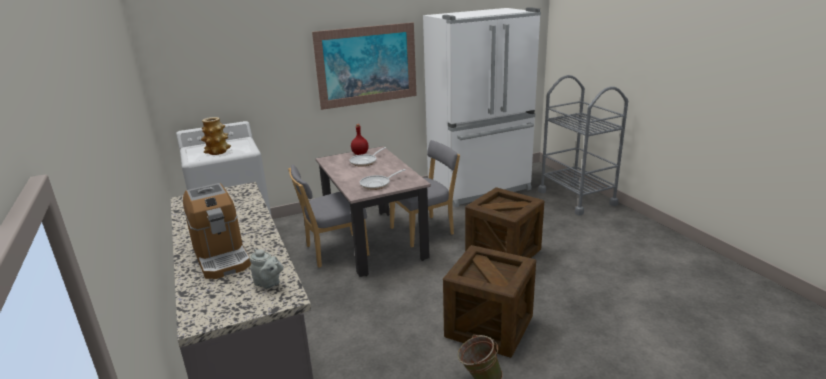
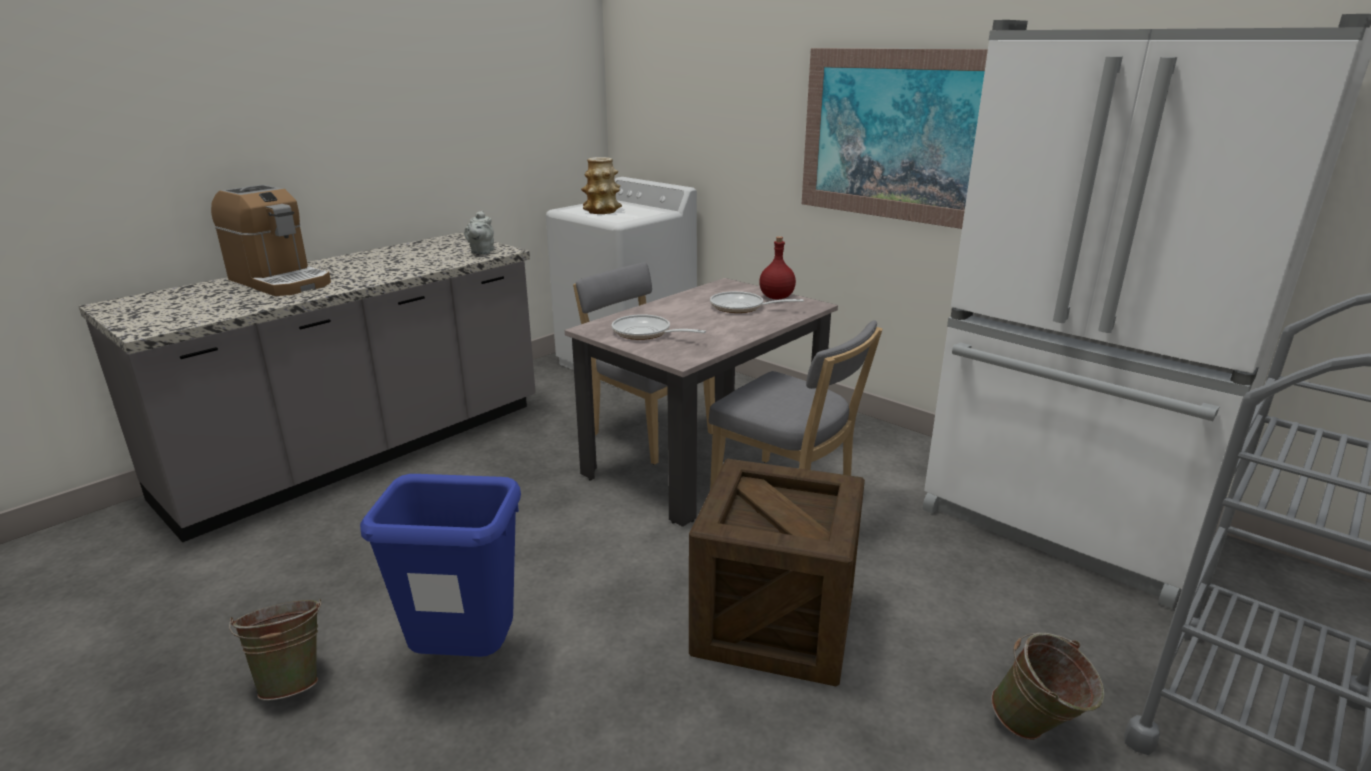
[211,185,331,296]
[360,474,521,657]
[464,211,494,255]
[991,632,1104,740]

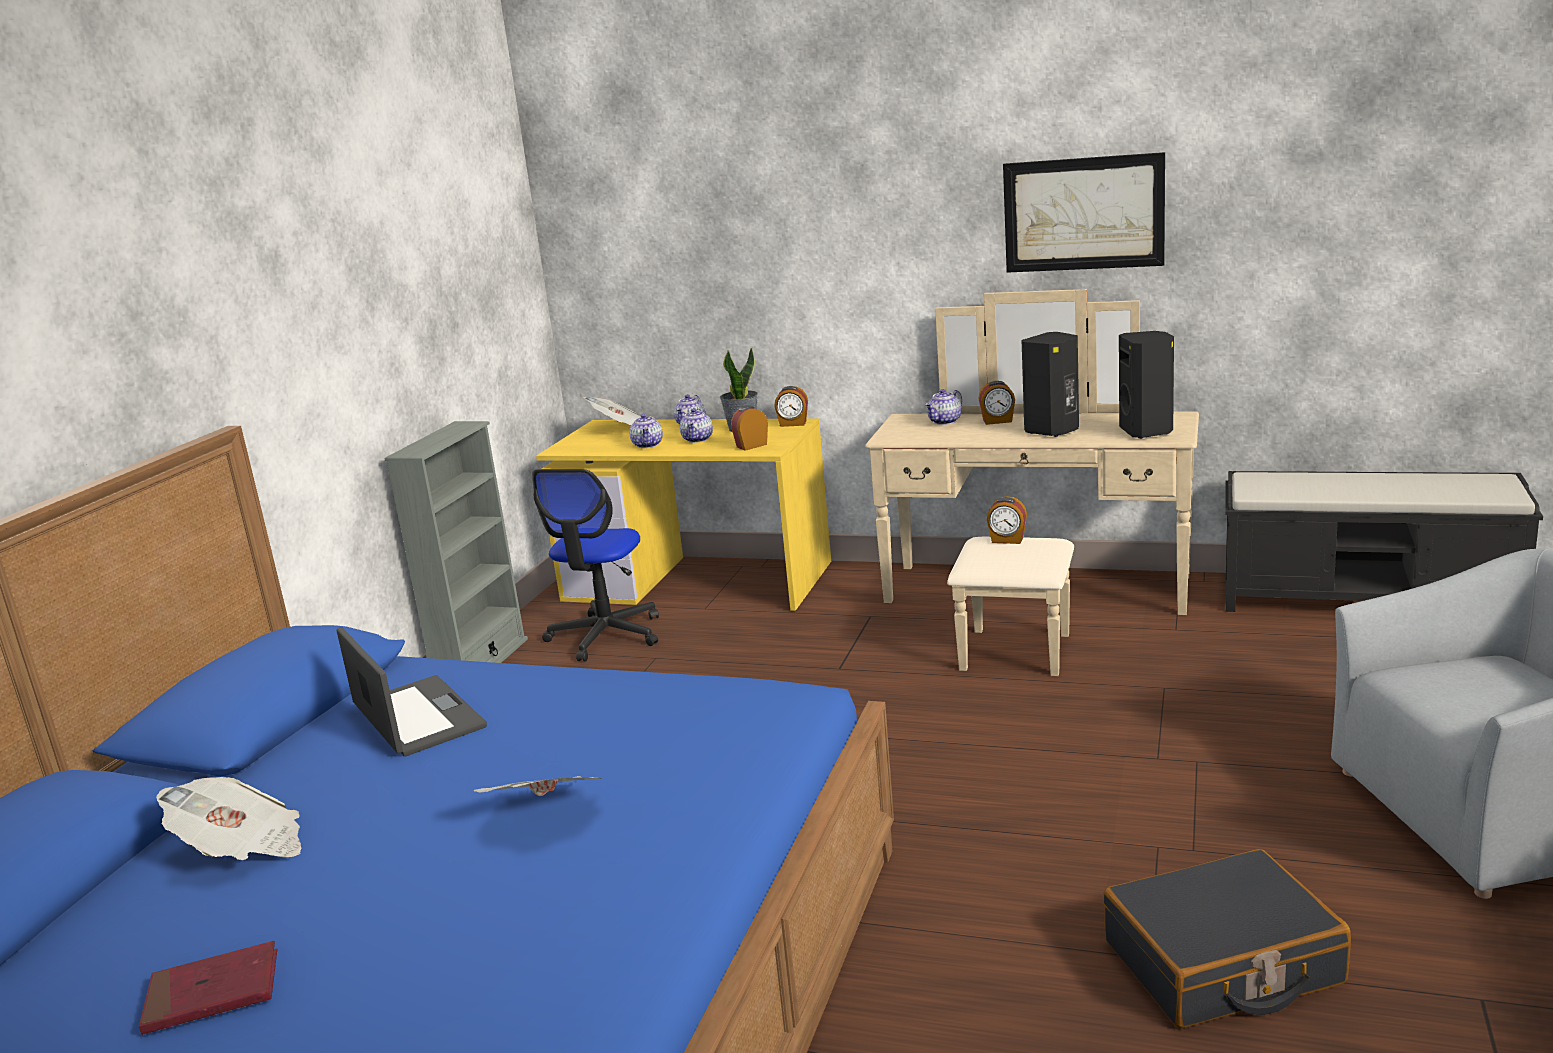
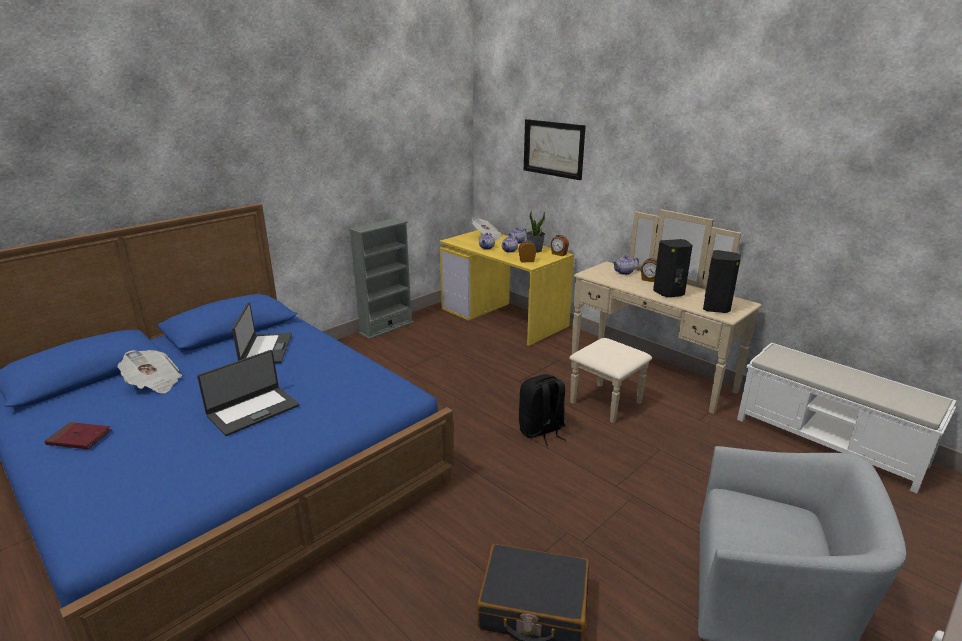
[197,350,299,436]
[519,374,566,446]
[524,119,586,180]
[737,343,956,493]
[532,469,659,661] (first image)
[987,496,1027,544] (first image)

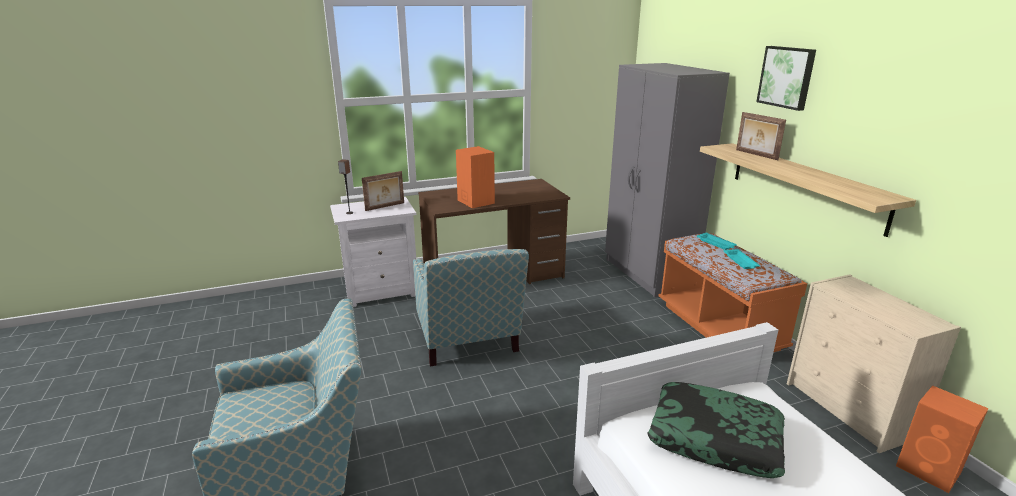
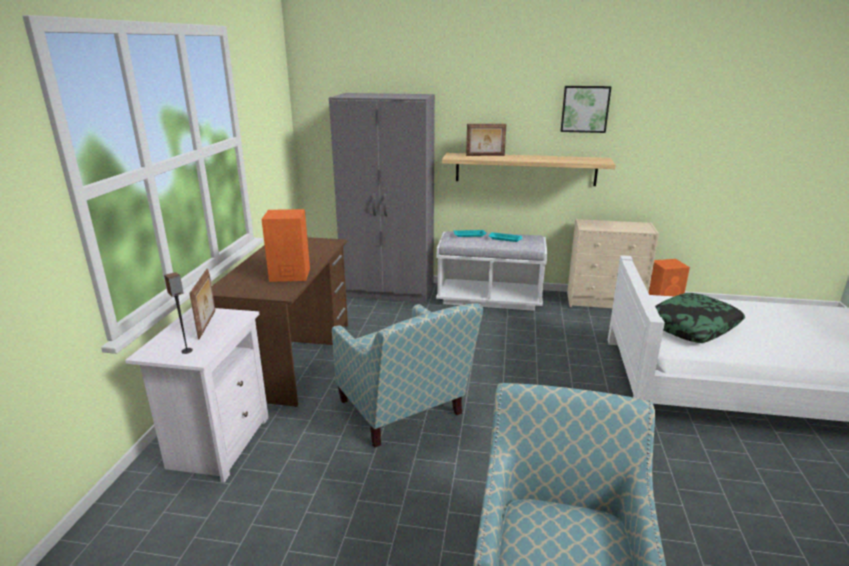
[332,303,483,448]
[436,231,547,311]
[561,86,611,133]

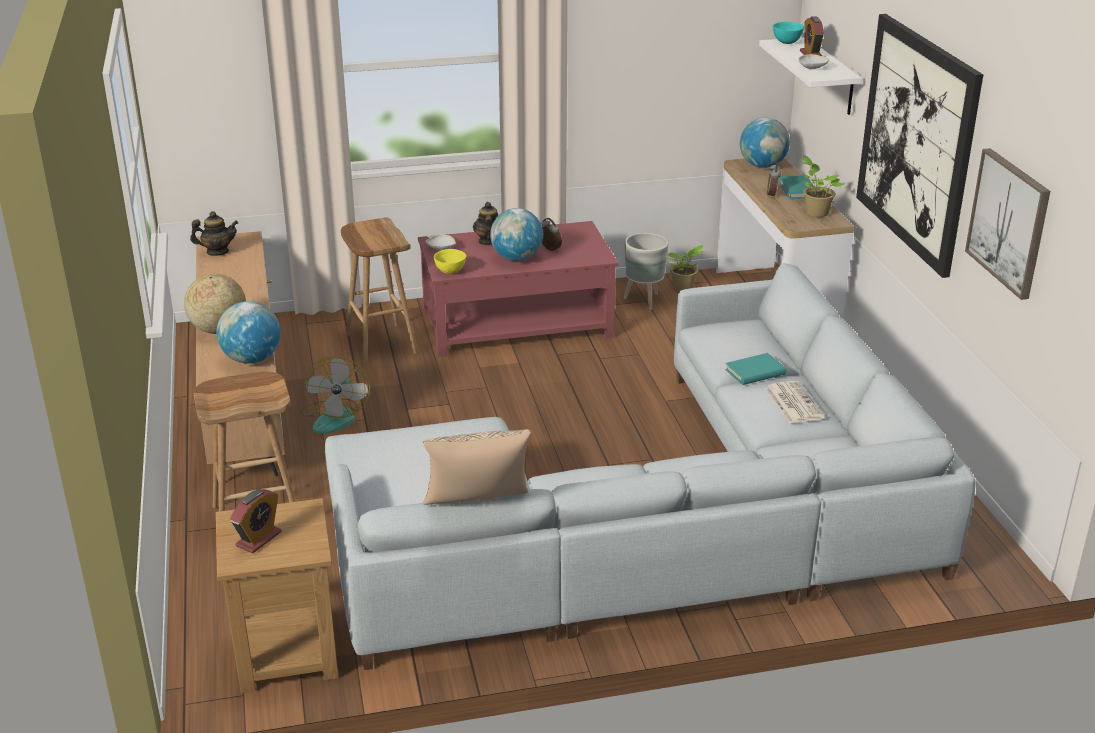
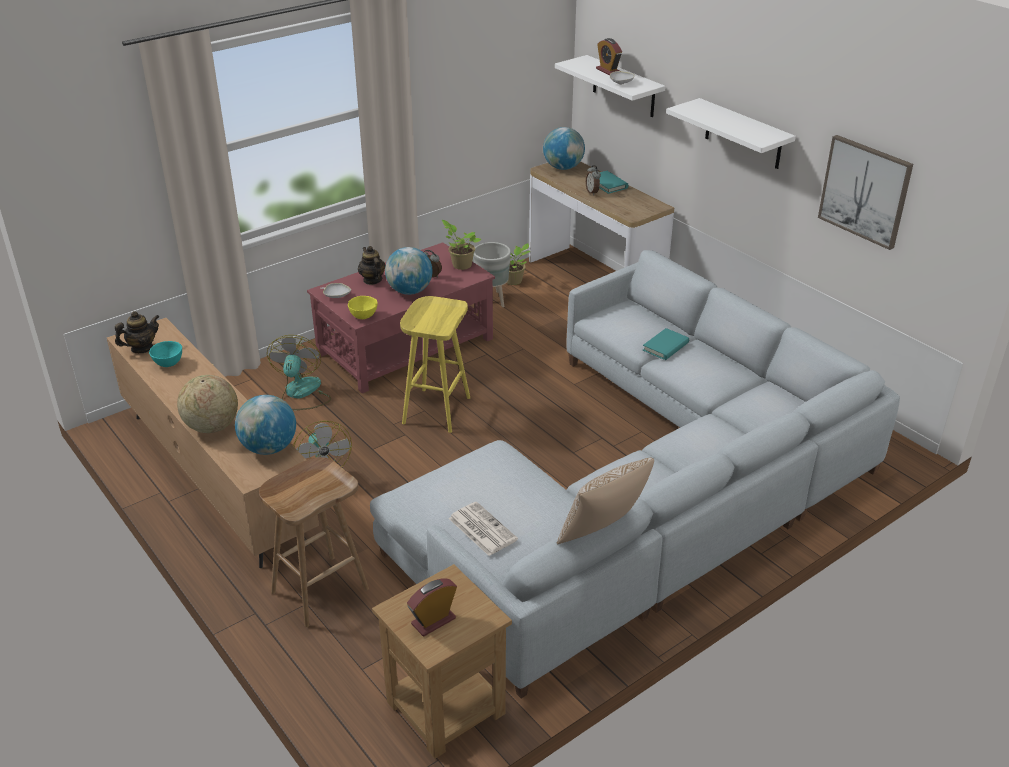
[149,341,182,367]
[267,335,331,410]
[400,296,470,433]
[407,579,457,636]
[442,220,481,270]
[449,502,518,556]
[666,98,796,169]

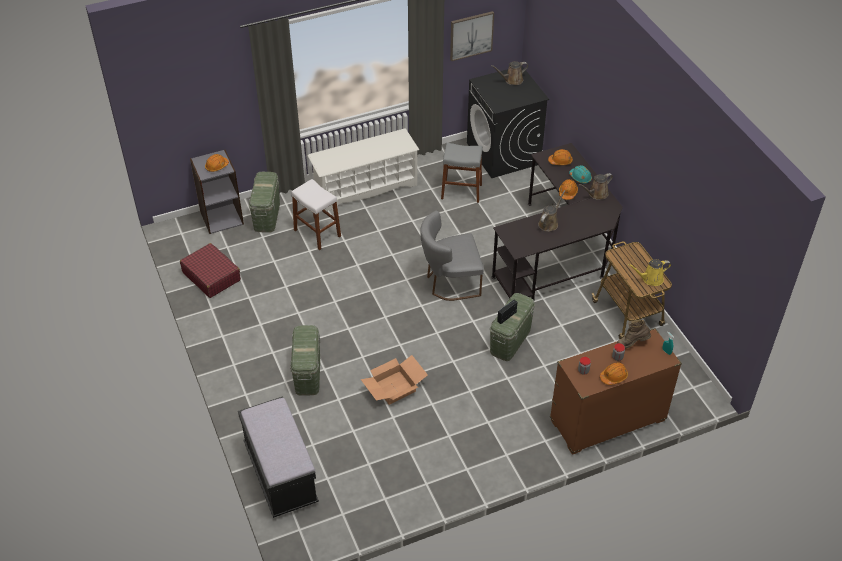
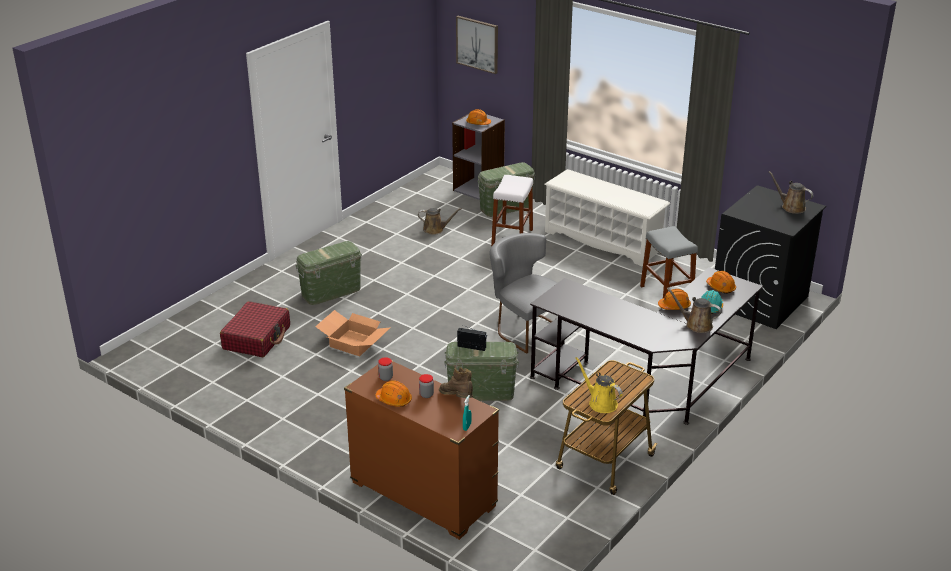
[220,301,290,357]
[418,208,462,235]
[456,16,498,74]
[238,396,319,518] (first image)

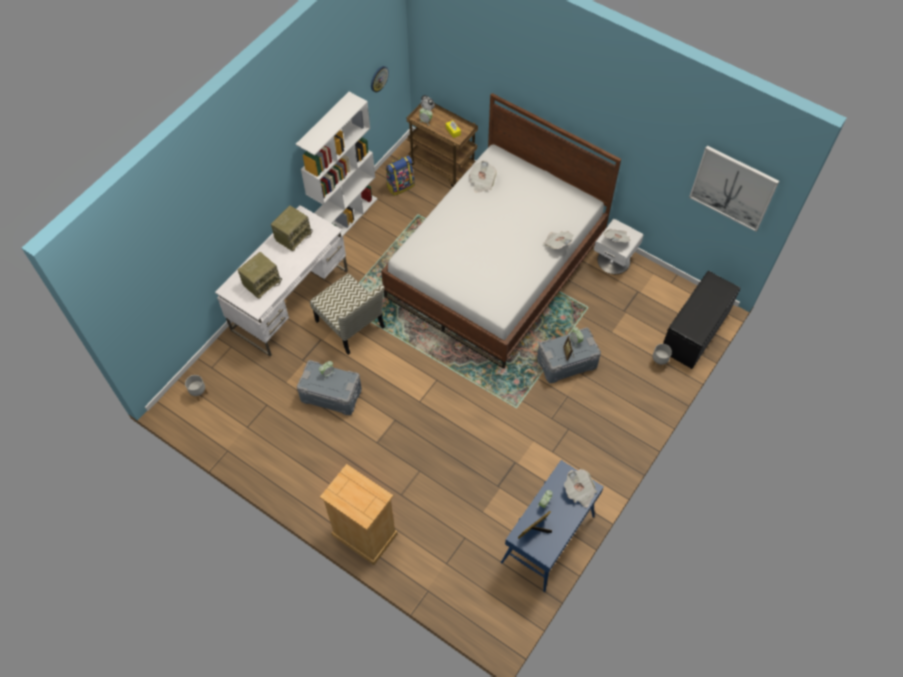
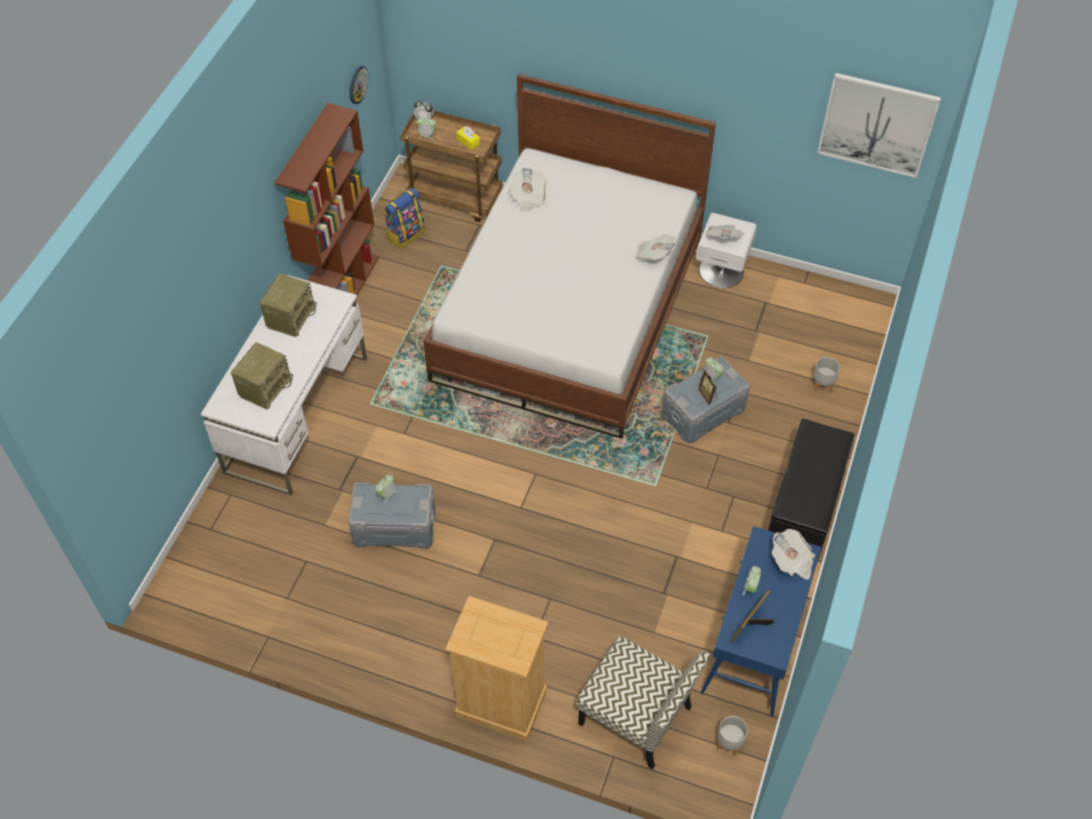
[275,103,379,295]
[576,636,709,770]
[717,716,748,756]
[768,419,855,562]

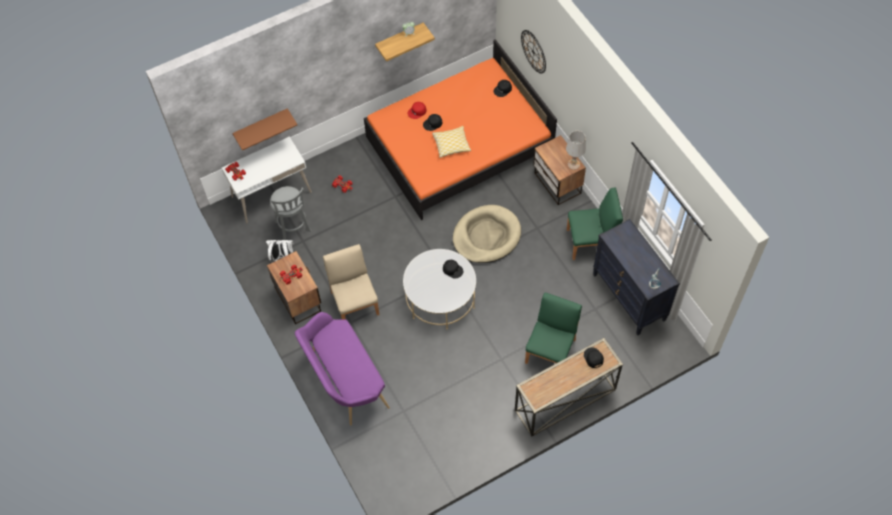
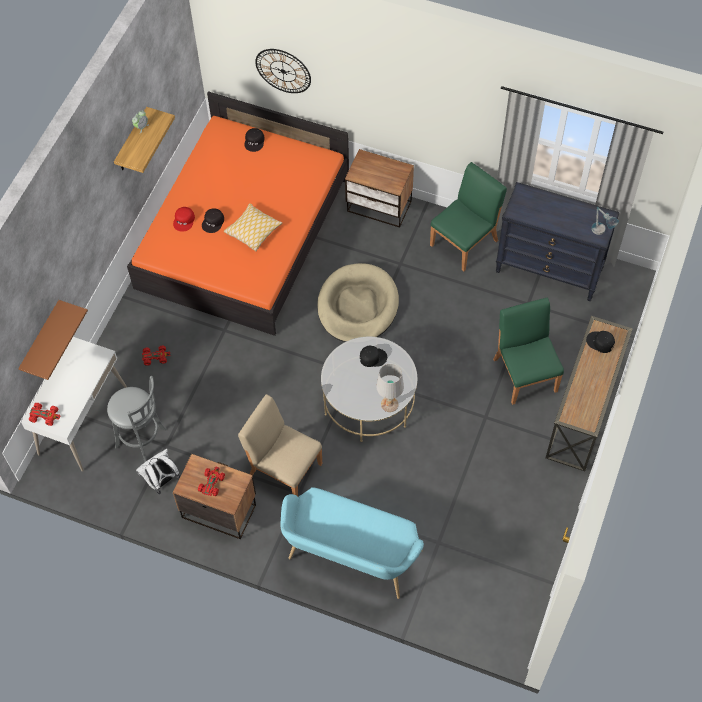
[281,487,424,599]
[376,363,404,412]

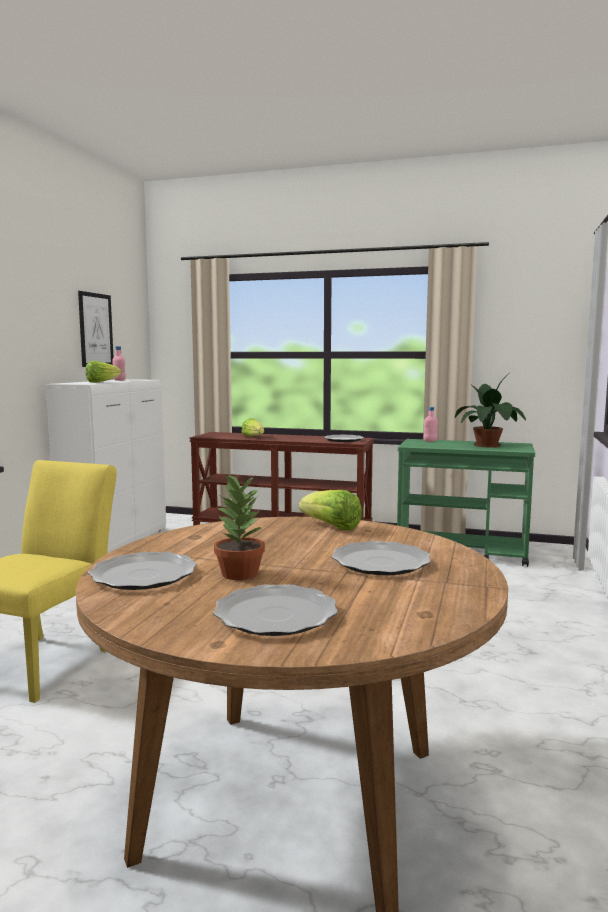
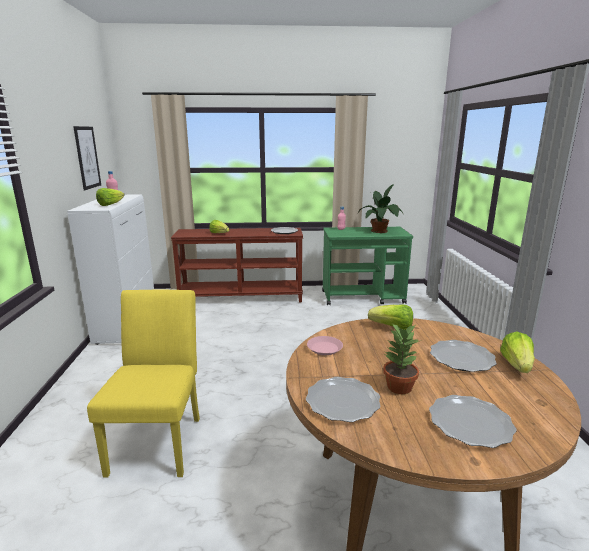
[307,336,343,355]
[500,332,535,373]

